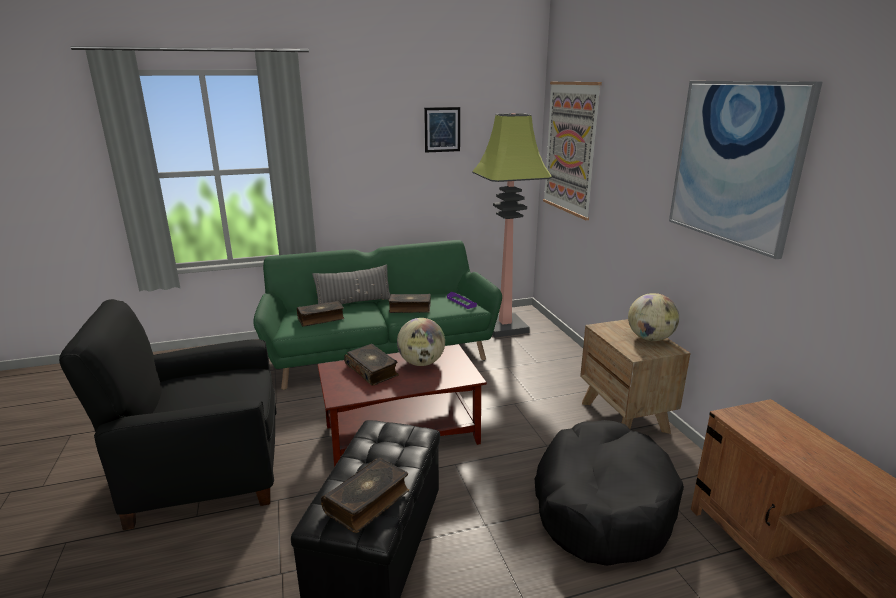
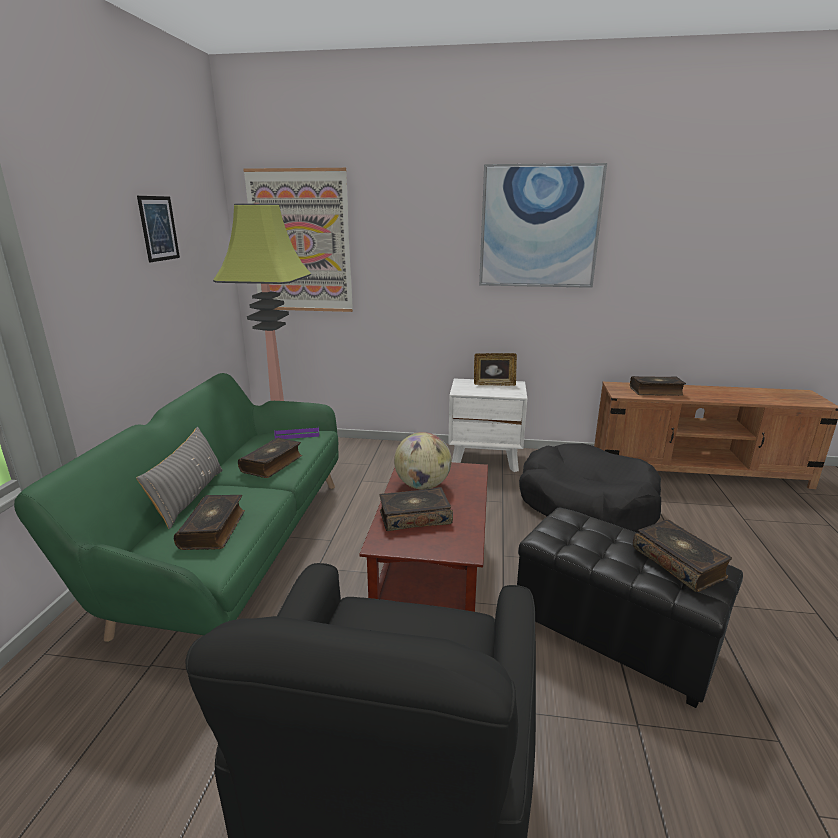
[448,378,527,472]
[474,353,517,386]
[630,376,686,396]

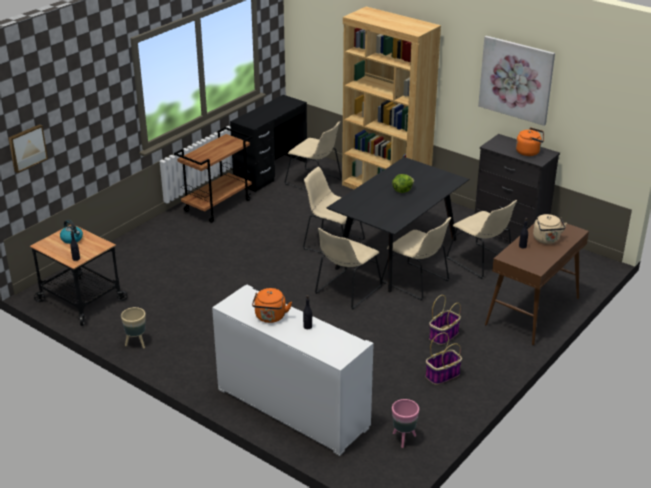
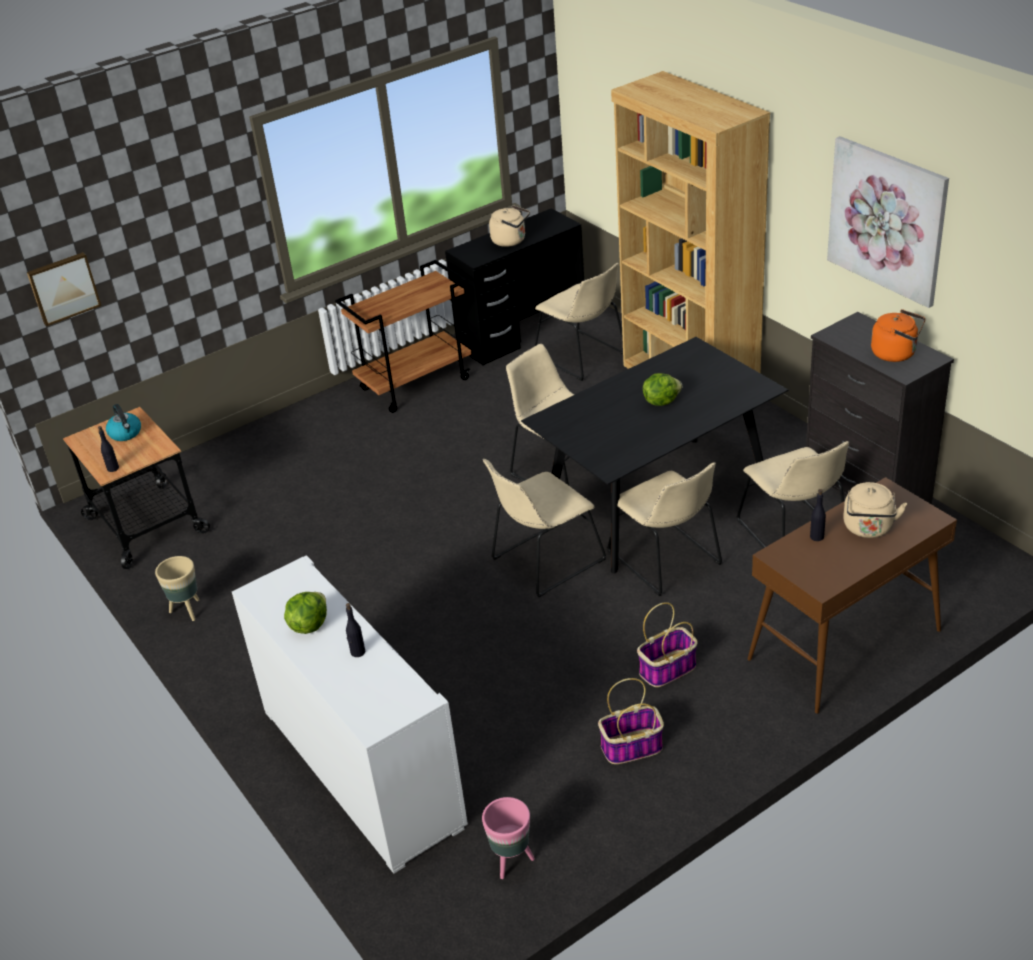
[284,592,327,634]
[489,205,530,247]

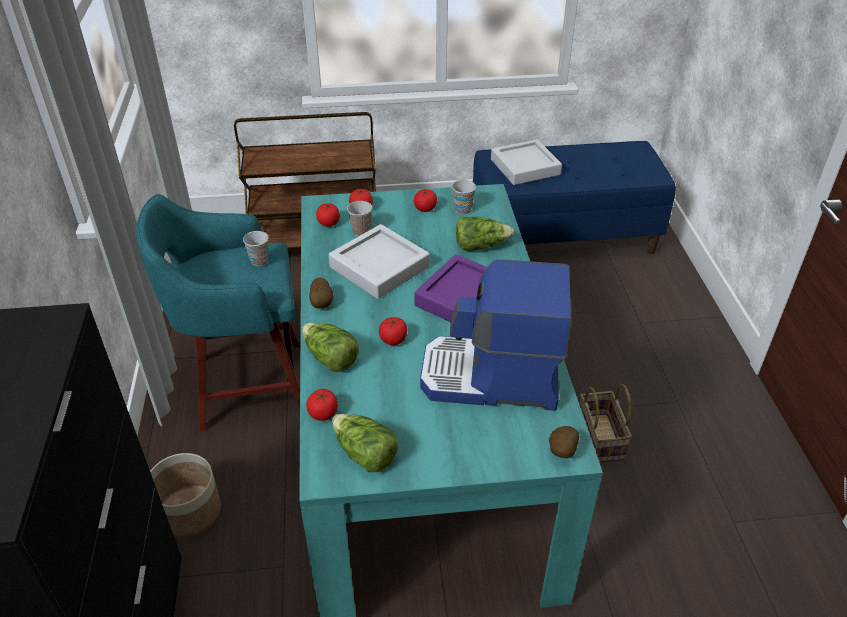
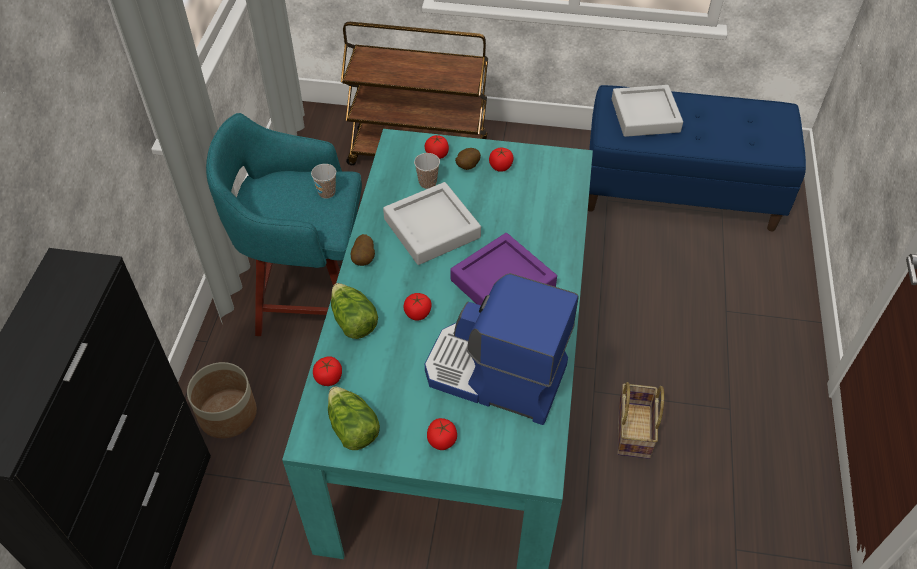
[427,418,457,450]
[455,148,481,170]
[452,180,476,214] (first image)
[456,217,514,251] (first image)

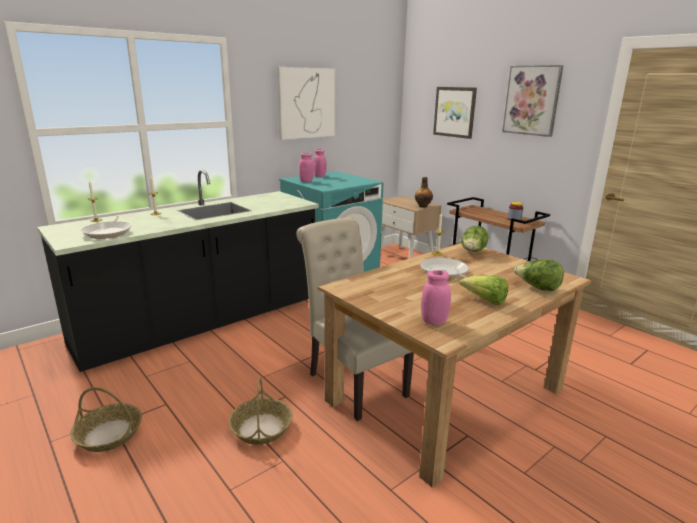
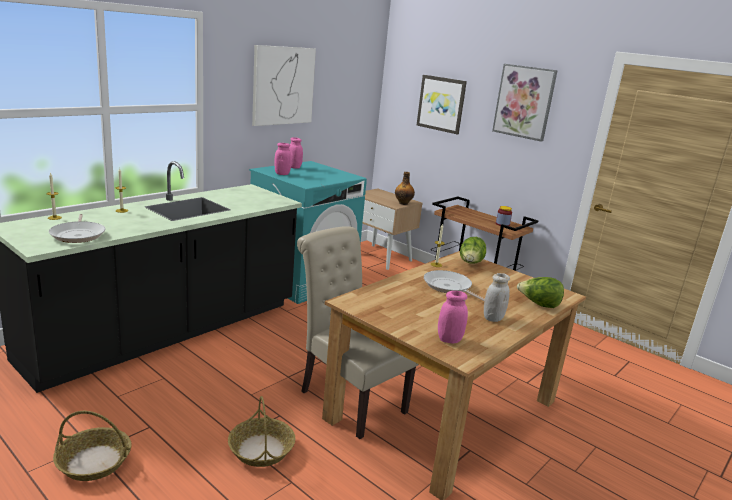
[484,273,510,322]

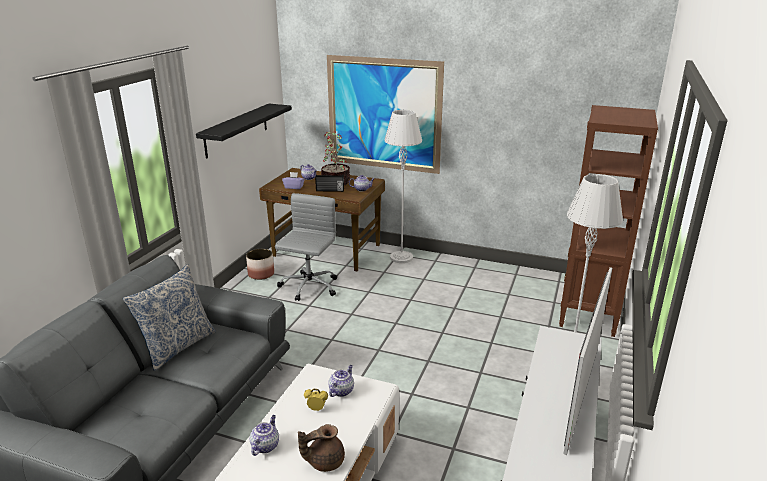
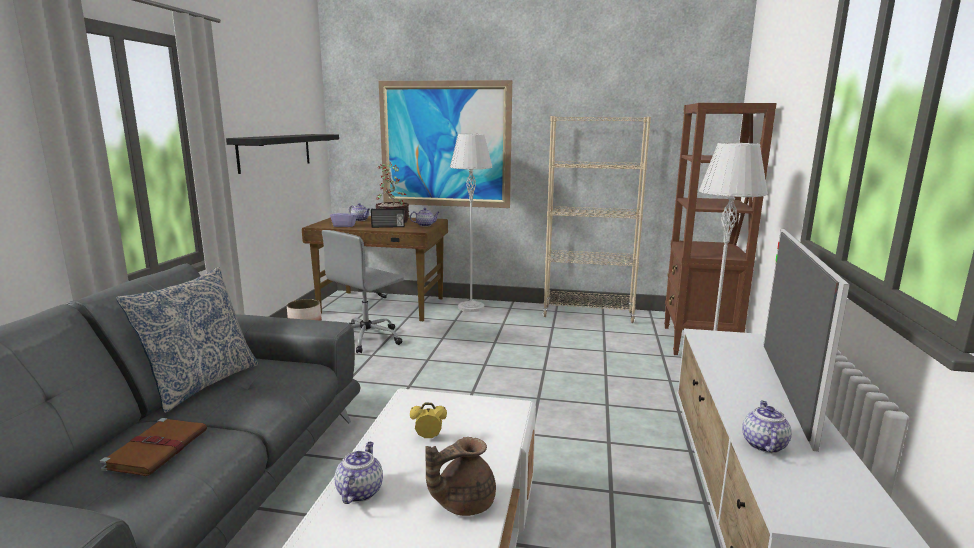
[100,418,207,476]
[322,230,404,353]
[543,116,651,323]
[742,401,792,453]

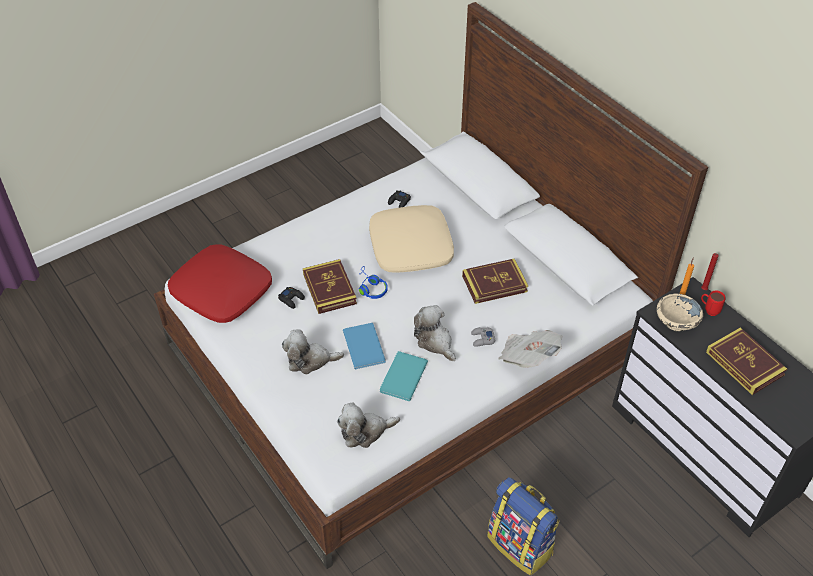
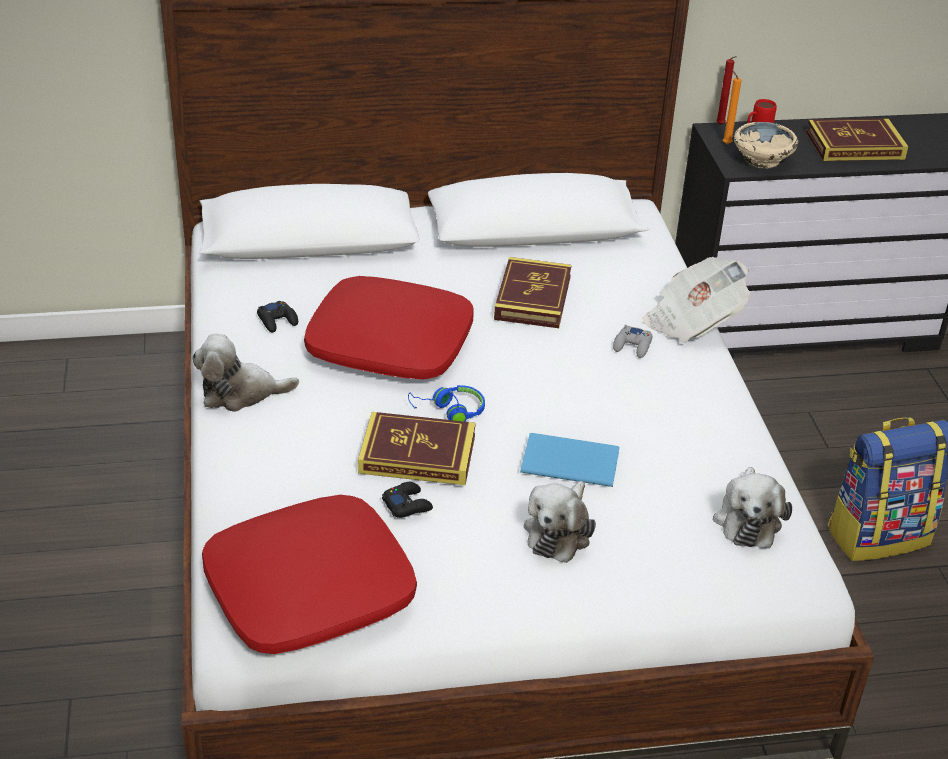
[192,333,299,412]
[304,276,474,379]
[380,351,428,401] (first image)

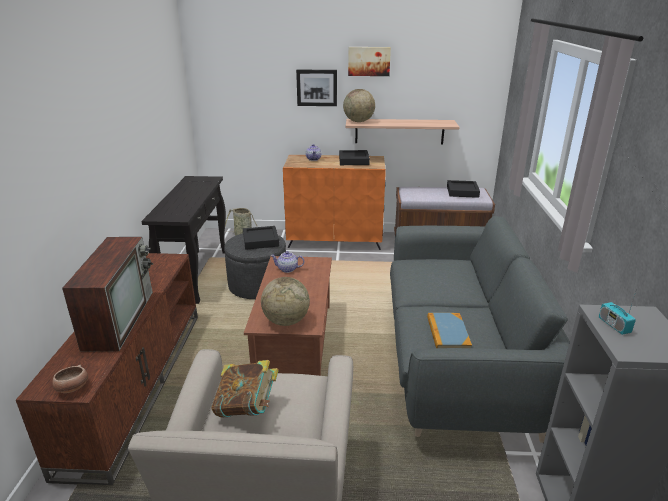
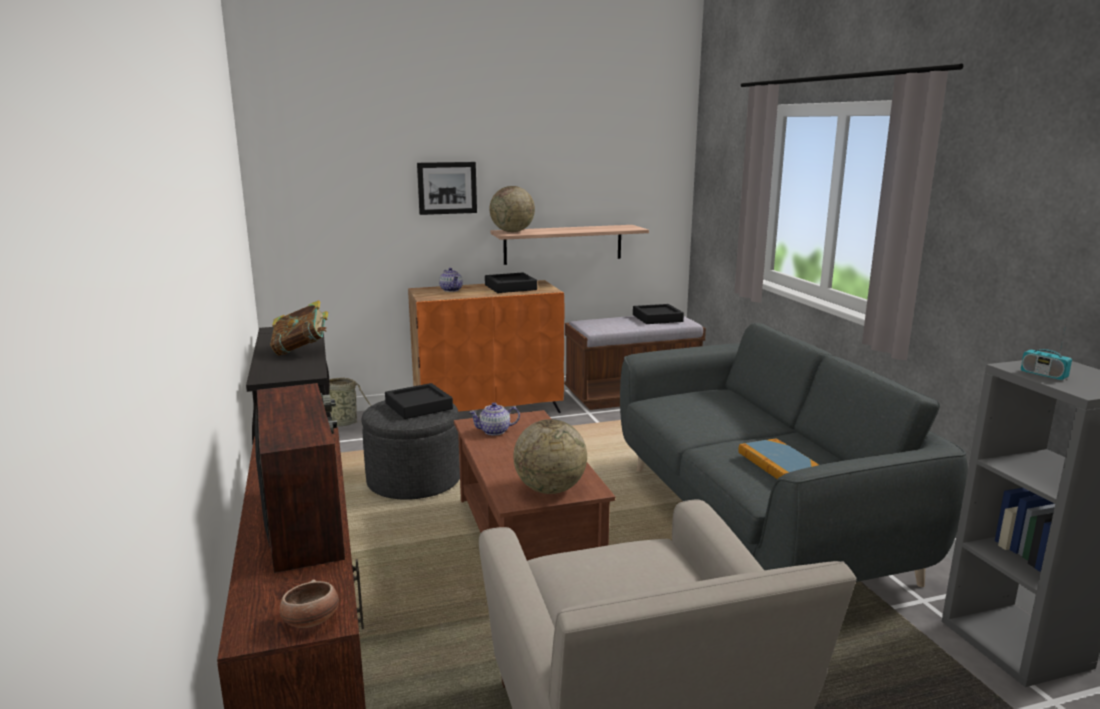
[270,300,328,355]
[348,47,391,76] (first image)

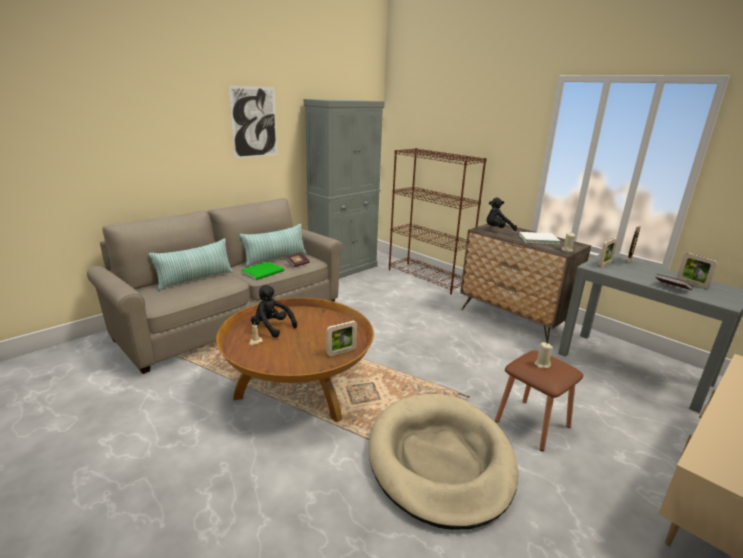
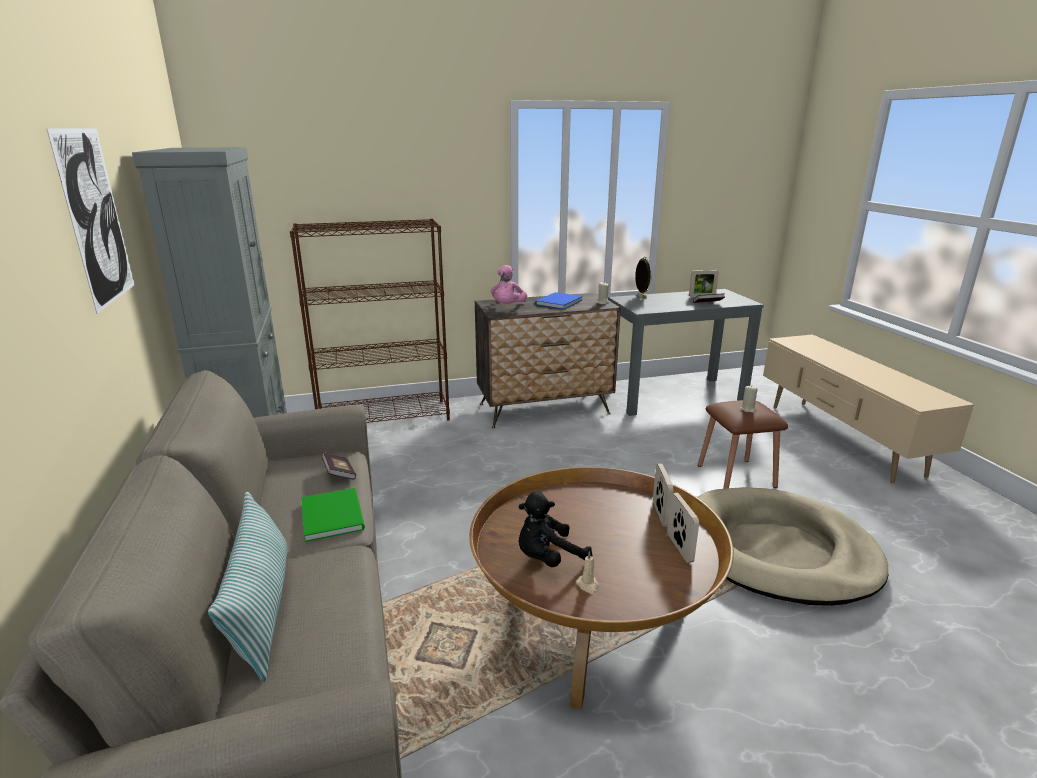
[491,265,527,304]
[535,292,583,309]
[667,493,699,563]
[239,224,307,267] (first image)

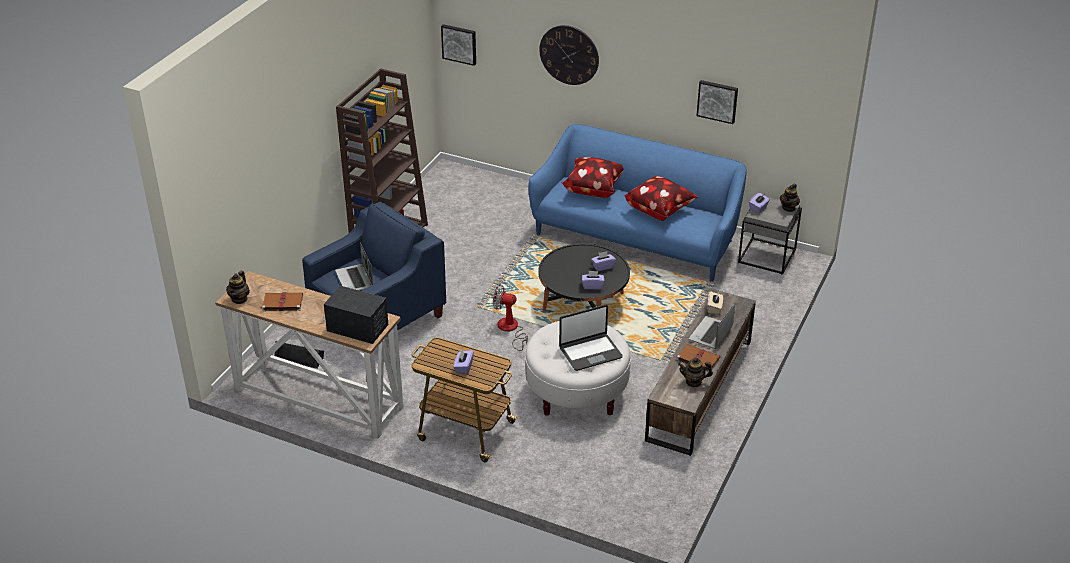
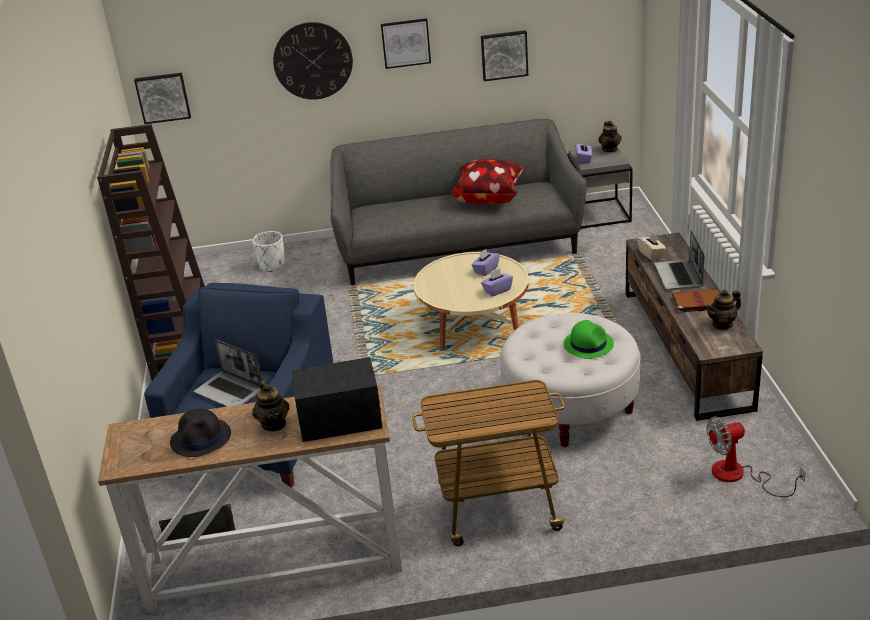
[170,408,231,457]
[252,231,285,272]
[252,380,290,431]
[330,119,587,285]
[381,18,431,69]
[413,252,529,350]
[563,320,614,359]
[707,416,806,497]
[453,349,474,374] (first image)
[561,157,623,198] (first image)

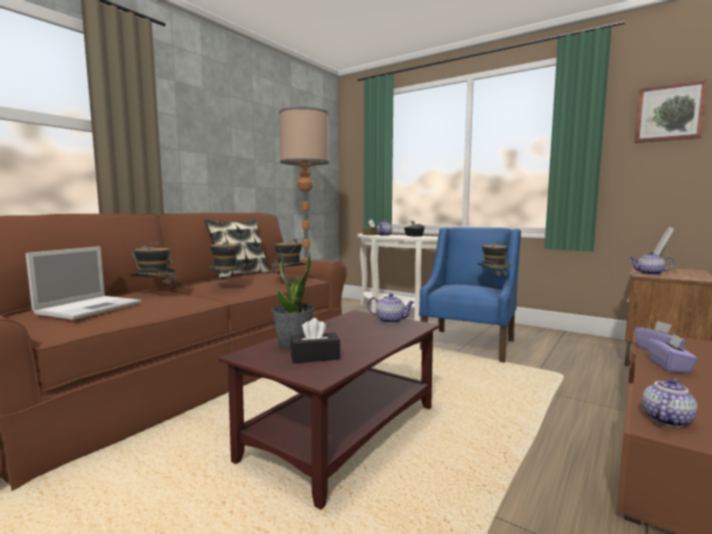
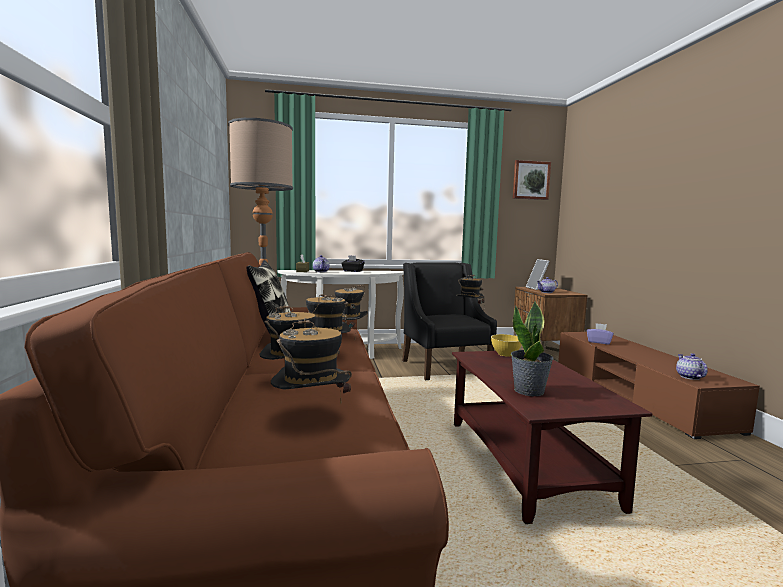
[271,318,352,404]
[402,262,497,380]
[491,334,522,356]
[290,318,340,363] (first image)
[647,334,698,373] (first image)

